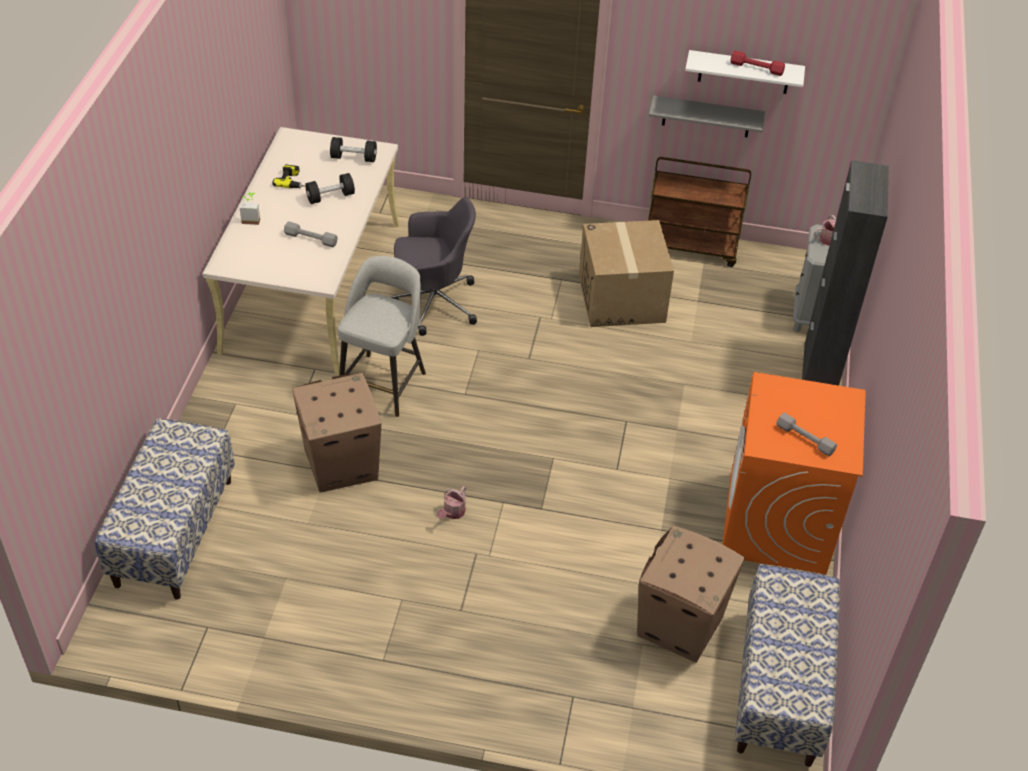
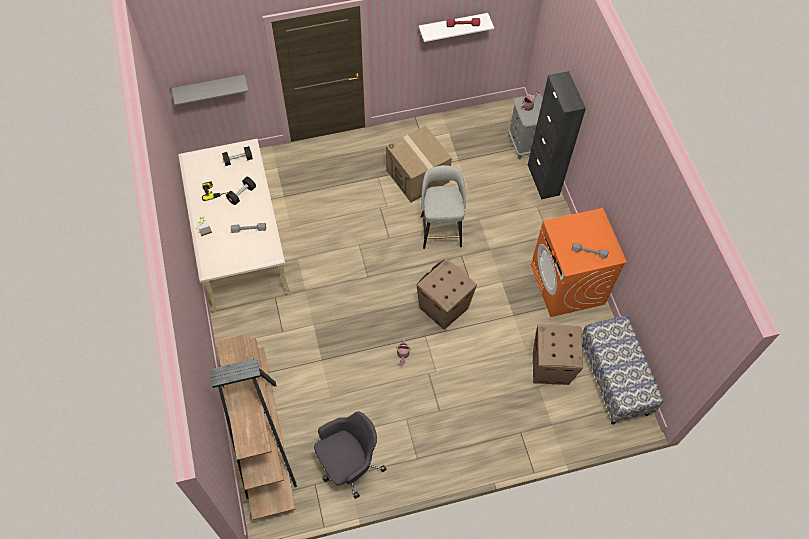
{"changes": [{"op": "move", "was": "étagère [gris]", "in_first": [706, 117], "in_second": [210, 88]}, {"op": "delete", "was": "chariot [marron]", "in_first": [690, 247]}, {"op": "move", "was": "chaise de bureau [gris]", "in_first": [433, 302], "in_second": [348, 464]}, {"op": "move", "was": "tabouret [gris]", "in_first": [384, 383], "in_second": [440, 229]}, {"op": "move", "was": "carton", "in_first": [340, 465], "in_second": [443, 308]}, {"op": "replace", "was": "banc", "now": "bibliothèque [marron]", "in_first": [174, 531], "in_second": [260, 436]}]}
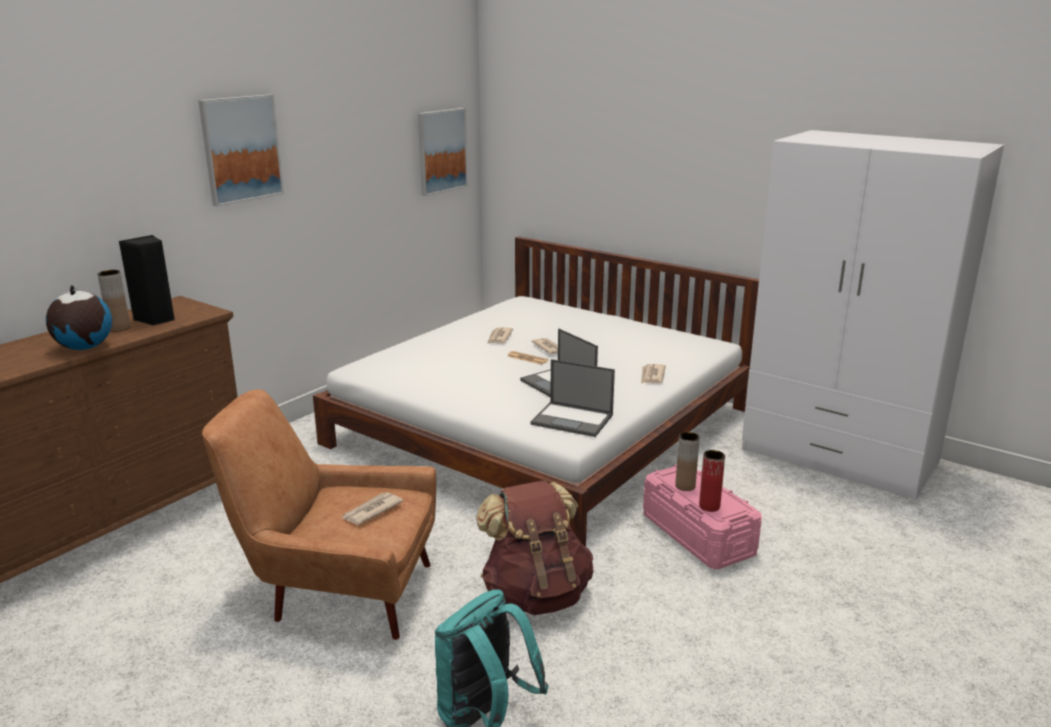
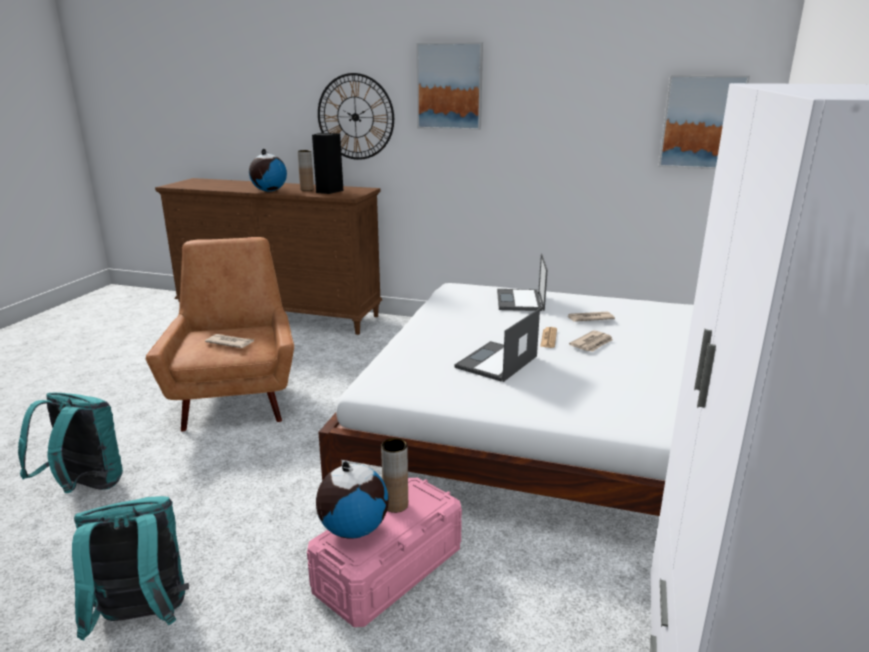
{"changes": [{"op": "move", "was": "ordinateur portable", "in_first": [573, 420], "in_second": [520, 301]}, {"op": "delete", "was": "journal", "in_first": [652, 376]}, {"op": "replace", "was": "vase [rouge]", "now": "globe", "in_first": [709, 506], "in_second": [353, 529]}, {"op": "delete", "was": "sac à dos [marron]", "in_first": [536, 594]}, {"op": "insert", "now": "horloge murale", "in_second": [355, 117]}, {"op": "insert", "now": "sac à dos [turquoise]", "in_second": [142, 619]}]}
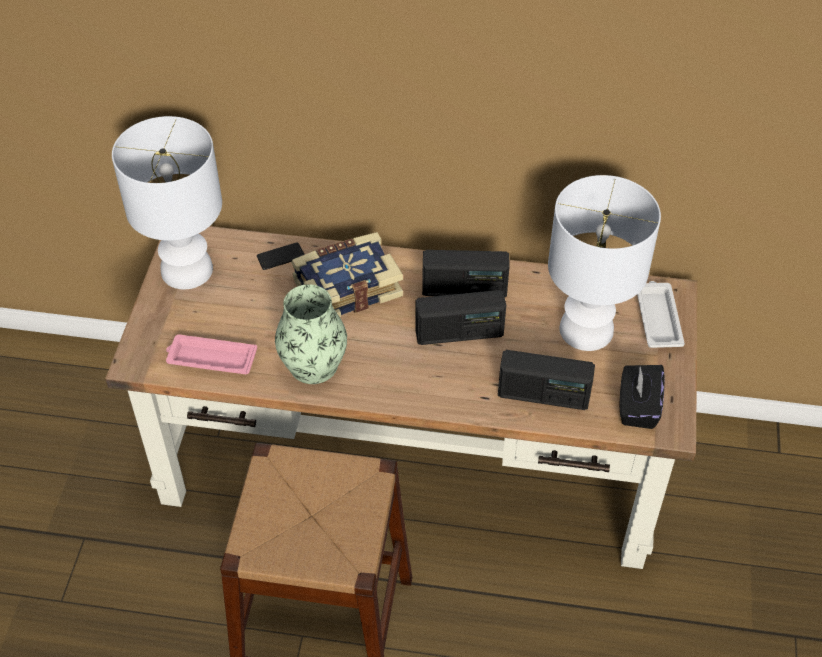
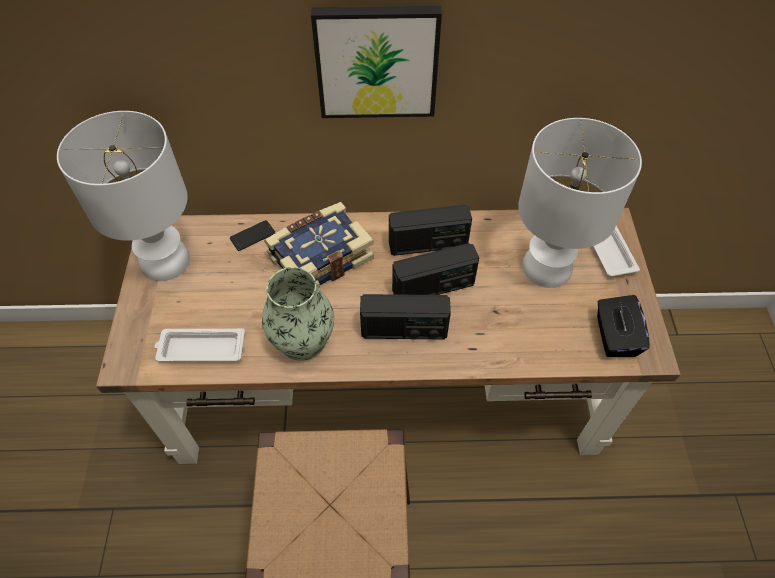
{"changes": [{"op": "recolor", "was": "plateau [rose]", "now": "plateau [blanc]", "in_first": [210, 358], "in_second": [200, 348]}, {"op": "move", "was": "radio", "in_first": [543, 395], "in_second": [404, 330]}, {"op": "insert", "now": "tableau", "in_second": [377, 61]}]}
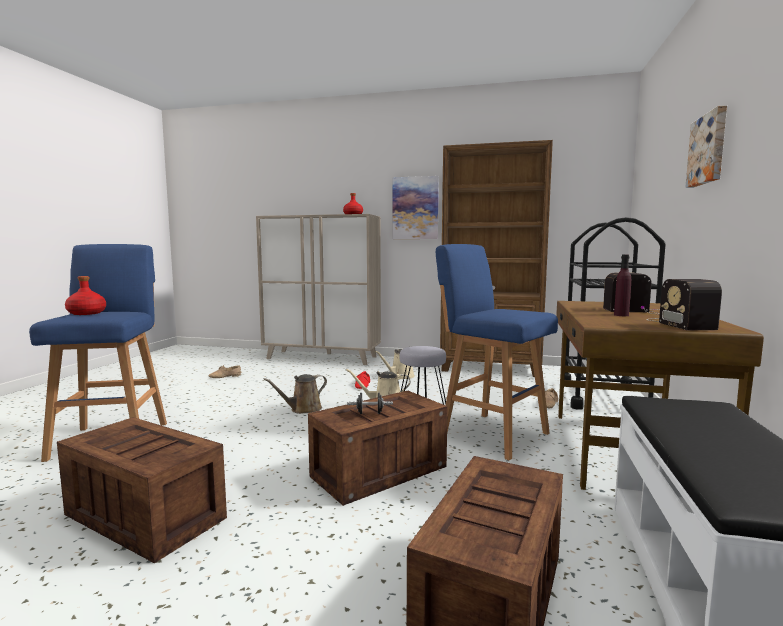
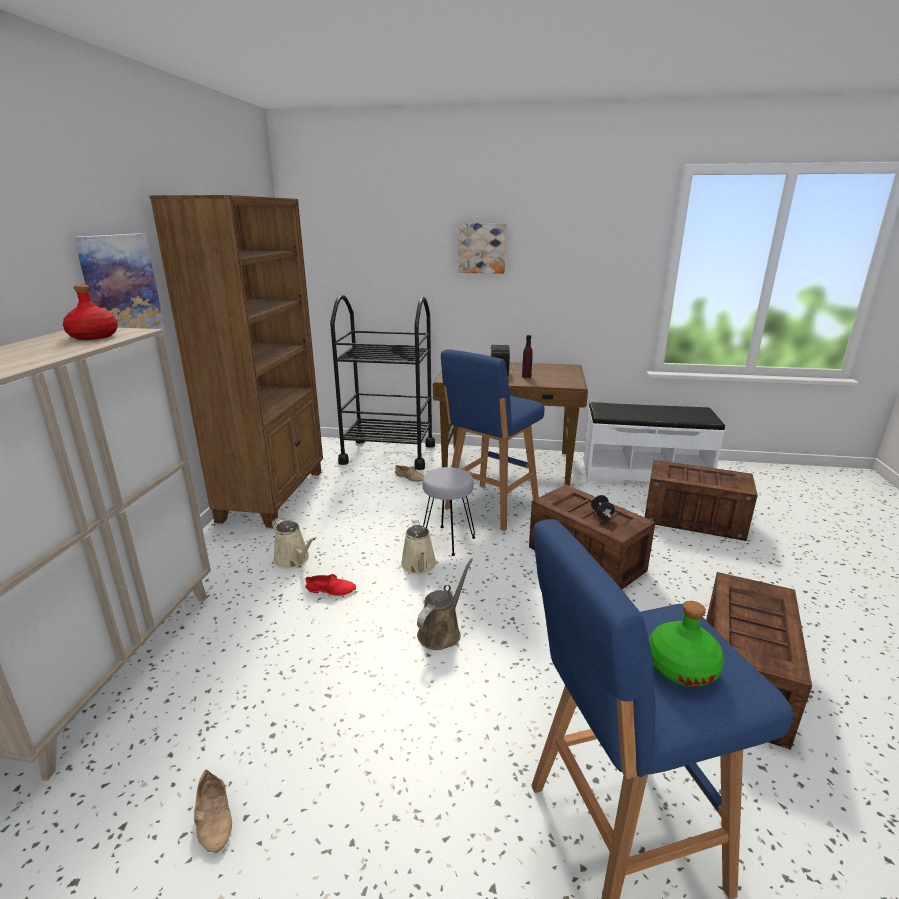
{"changes": [{"op": "recolor", "was": "bouteille [rouge]", "now": "bouteille [vert]", "in_first": [87, 313], "in_second": [681, 666]}, {"op": "delete", "was": "radio", "in_first": [680, 323]}, {"op": "rotate", "was": "arrosoir [marron]", "in_first": [303, 409], "in_second": [441, 631], "clockwise": -105}]}
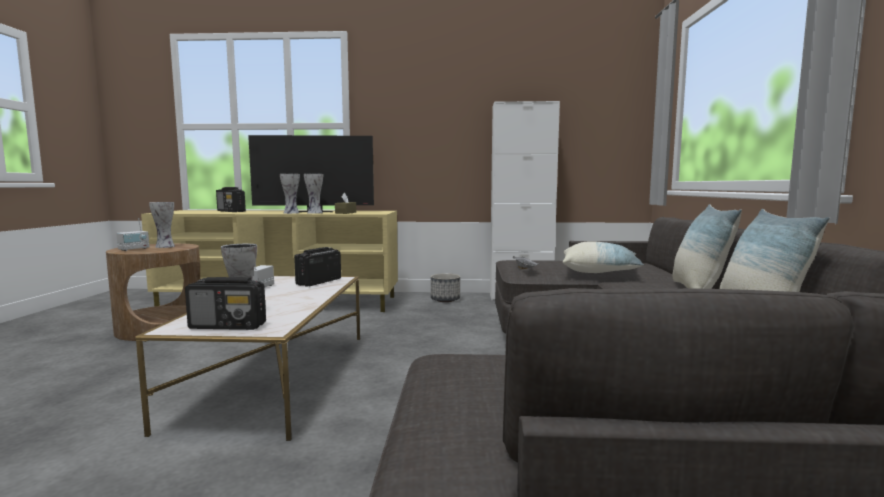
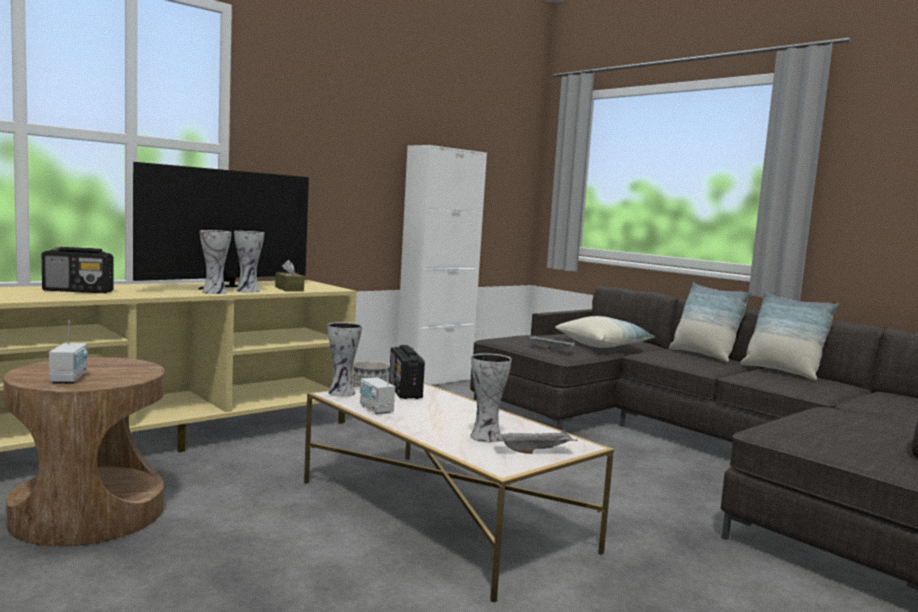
{"changes": [{"op": "move", "was": "vase", "in_first": [165, 246], "in_second": [343, 393]}, {"op": "replace", "was": "radio", "now": "plateau [gris]", "in_first": [228, 326], "in_second": [534, 451]}]}
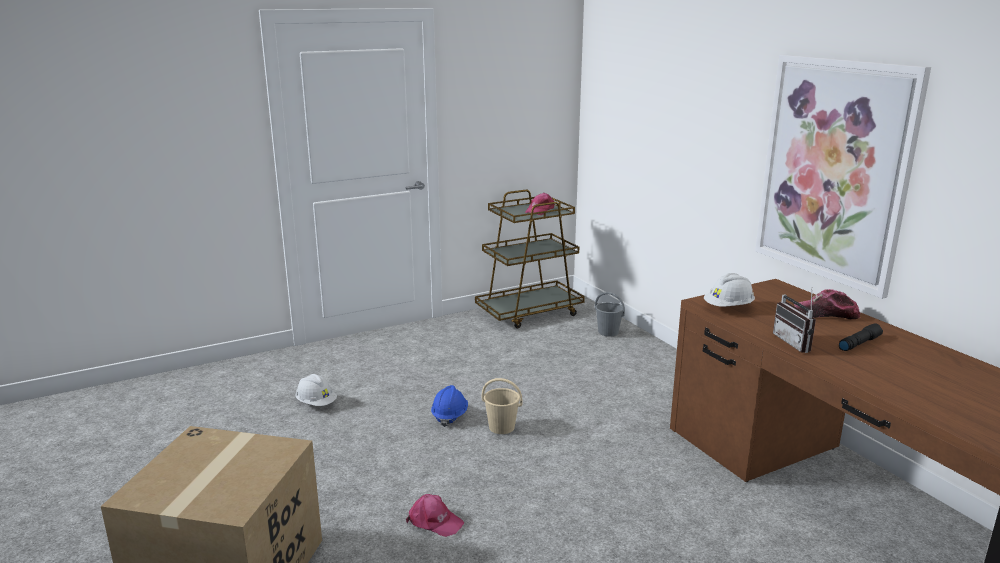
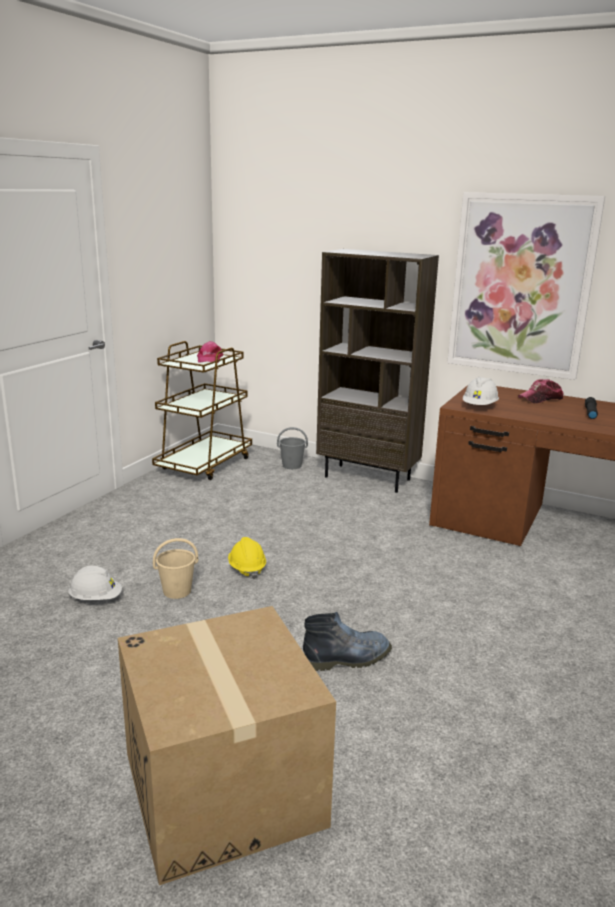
{"changes": [{"op": "delete", "was": "radio", "in_first": [796, 343]}, {"op": "move", "was": "seau [beige]", "in_first": [502, 427], "in_second": [177, 591]}, {"op": "recolor", "was": "casque de chantier [bleu]", "now": "casque de chantier [jaune]", "in_first": [449, 416], "in_second": [246, 569]}, {"op": "replace", "was": "casquette [rose]", "now": "botte", "in_first": [434, 521], "in_second": [348, 658]}, {"op": "insert", "now": "bibliothèque [marron]", "in_second": [368, 478]}]}
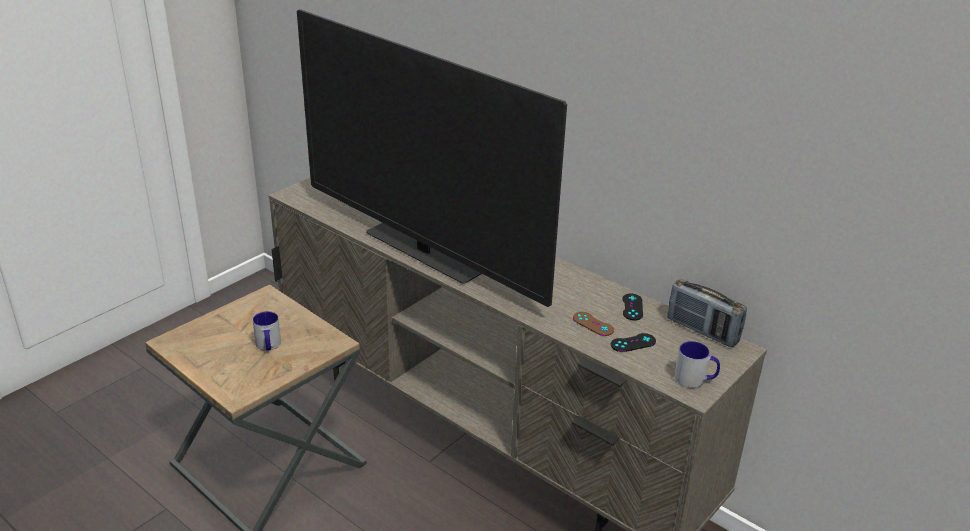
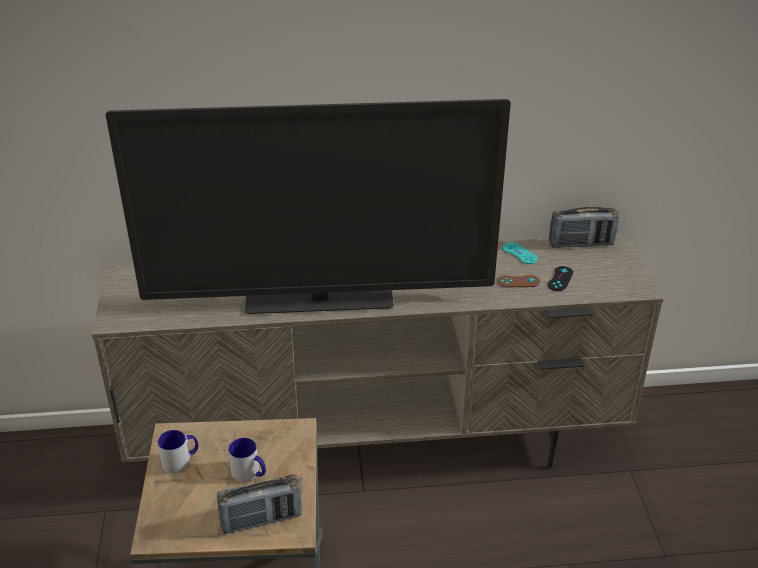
{"changes": [{"op": "recolor", "was": "manette [noir]", "now": "manette [turquoise]", "in_first": [632, 307], "in_second": [520, 253]}, {"op": "move", "was": "mug", "in_first": [695, 380], "in_second": [181, 461]}, {"op": "insert", "now": "radio", "in_second": [261, 520]}]}
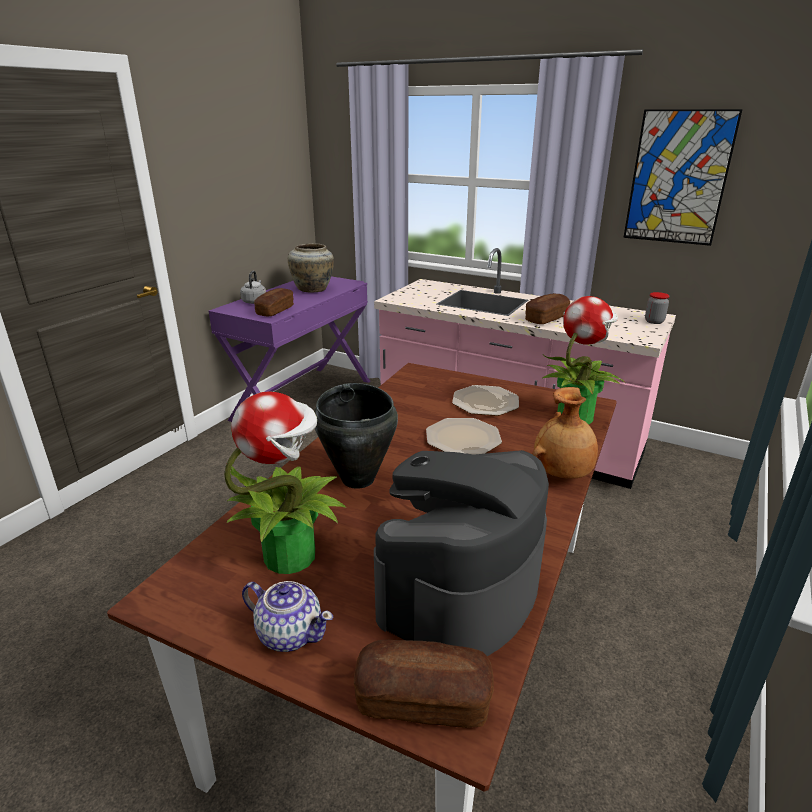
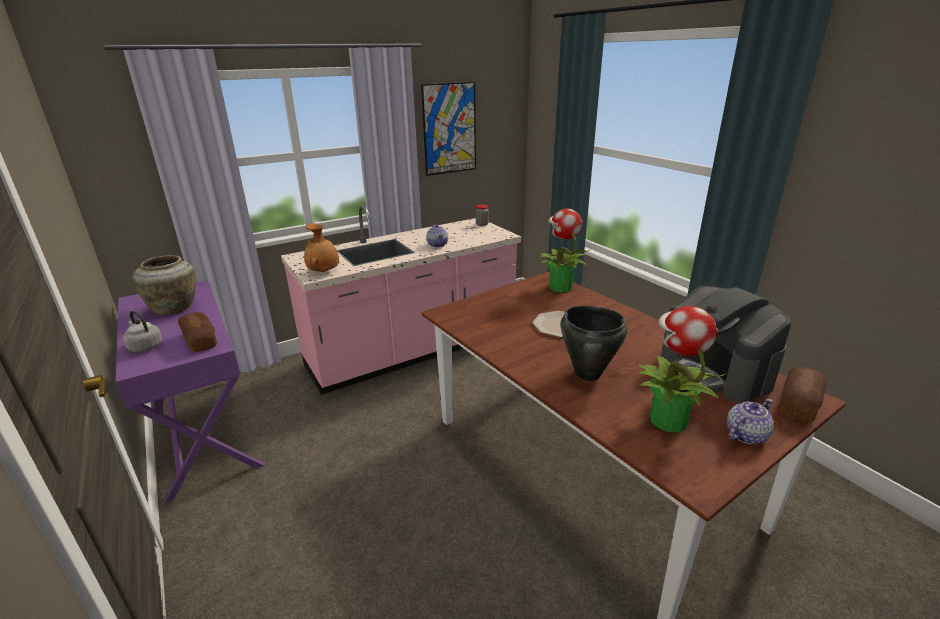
{"changes": [{"op": "replace", "was": "pain", "now": "théière", "in_first": [546, 318], "in_second": [437, 244]}, {"op": "delete", "was": "assiette", "in_first": [485, 402]}, {"op": "move", "was": "vase [marron]", "in_first": [562, 474], "in_second": [324, 271]}]}
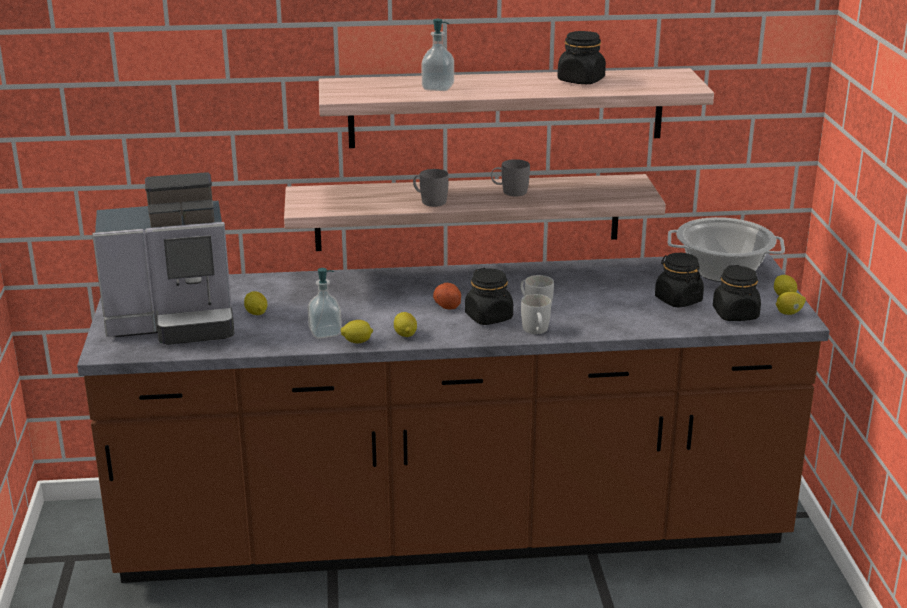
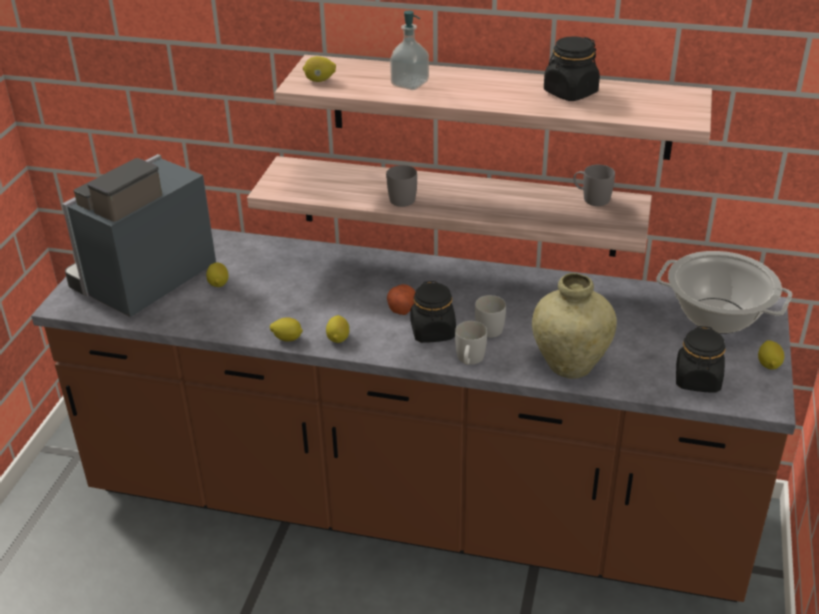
{"changes": [{"op": "move", "was": "mug [gris]", "in_first": [509, 191], "in_second": [591, 198]}, {"op": "rotate", "was": "machine à café", "in_first": [175, 322], "in_second": [142, 281], "clockwise": 120}, {"op": "delete", "was": "bocal [noir]", "in_first": [678, 300]}, {"op": "delete", "was": "distributeur de savon", "in_first": [325, 332]}, {"op": "move", "was": "citron", "in_first": [789, 313], "in_second": [319, 80]}, {"op": "insert", "now": "vase [beige]", "in_second": [570, 365]}]}
